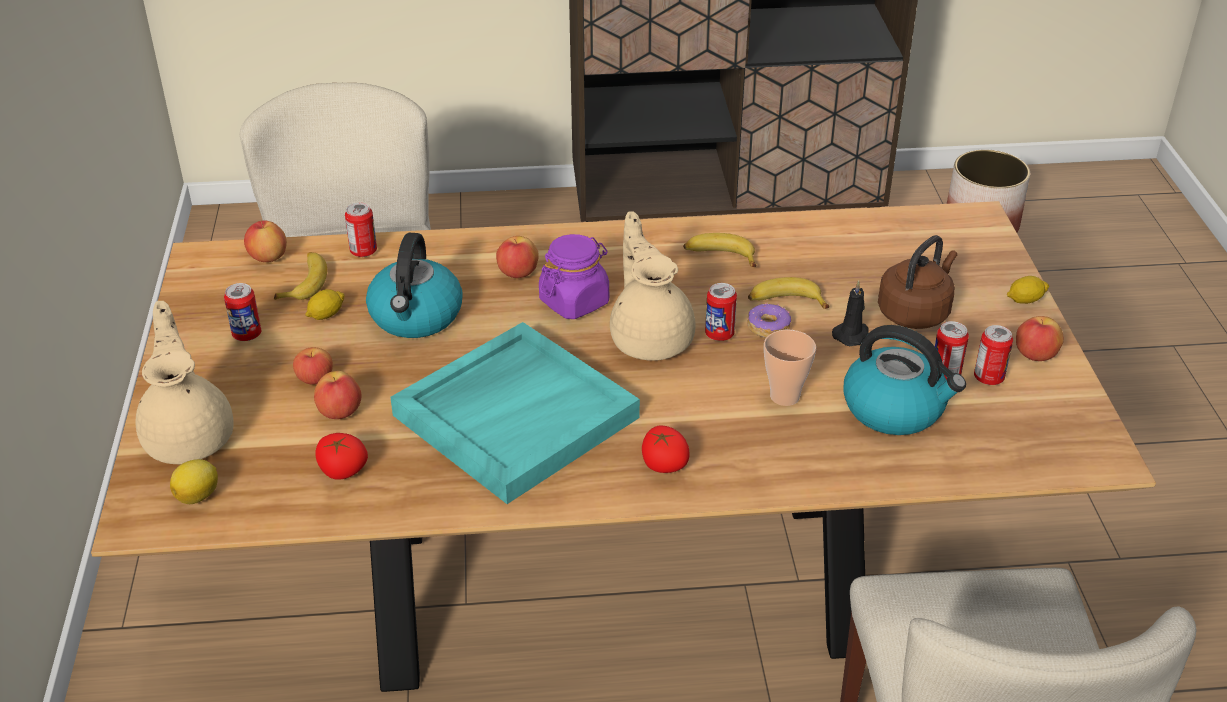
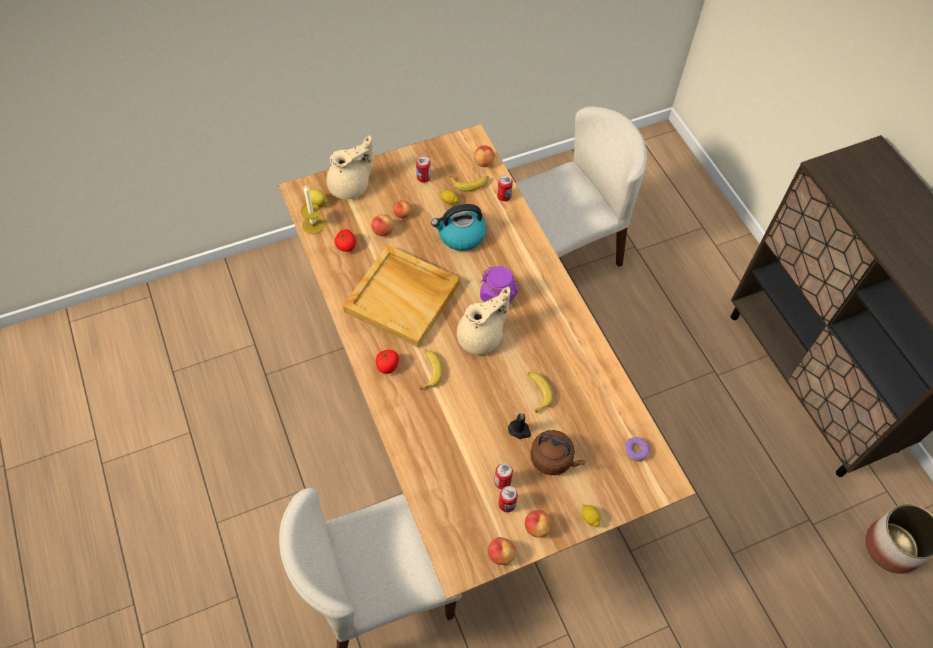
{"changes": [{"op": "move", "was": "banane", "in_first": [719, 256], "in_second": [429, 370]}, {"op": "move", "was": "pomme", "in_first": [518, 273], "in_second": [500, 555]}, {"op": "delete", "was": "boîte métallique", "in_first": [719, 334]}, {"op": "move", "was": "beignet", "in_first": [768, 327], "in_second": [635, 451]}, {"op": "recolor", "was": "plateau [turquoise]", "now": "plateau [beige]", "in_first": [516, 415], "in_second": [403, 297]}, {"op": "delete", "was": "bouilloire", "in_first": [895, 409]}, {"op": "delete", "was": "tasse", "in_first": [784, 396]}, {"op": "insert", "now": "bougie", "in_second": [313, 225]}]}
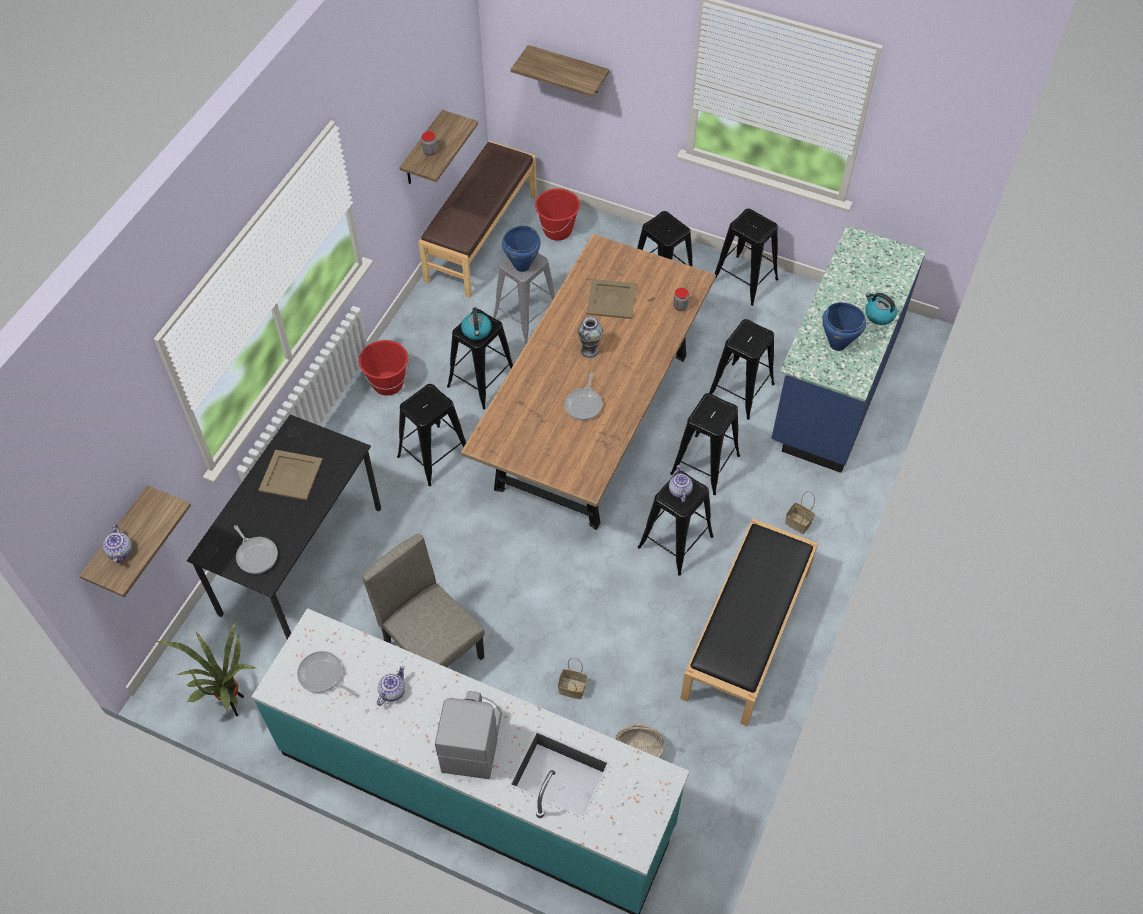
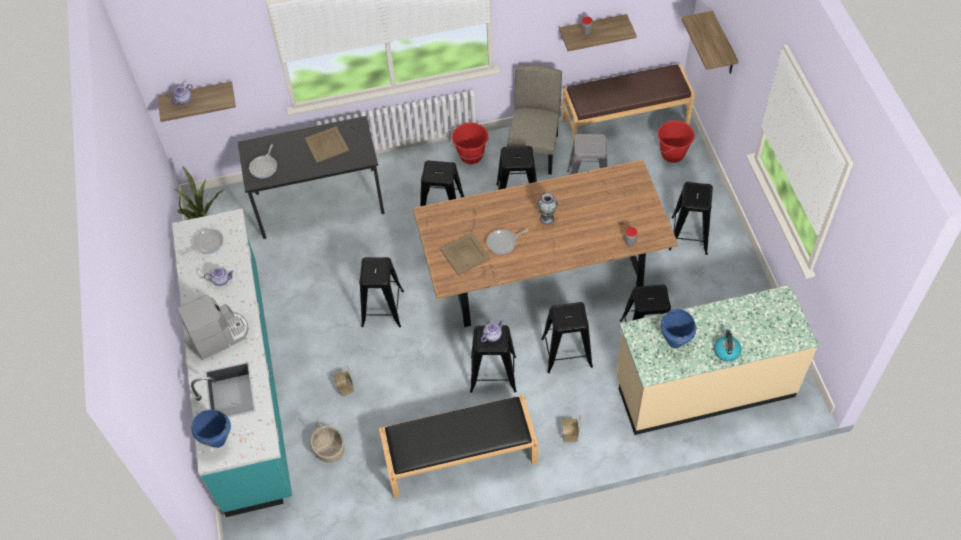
{"changes": [{"op": "move", "was": "tabouret [noir]", "in_first": [744, 280], "in_second": [382, 308]}, {"op": "move", "was": "marmite [bleu]", "in_first": [521, 266], "in_second": [218, 440]}, {"op": "recolor", "was": "comptoir de cuisine [bleu]", "now": "comptoir de cuisine [beige]", "in_first": [834, 386], "in_second": [703, 386]}, {"op": "move", "was": "plateau [beige]", "in_first": [611, 299], "in_second": [464, 254]}, {"op": "delete", "was": "bouilloire", "in_first": [476, 331]}, {"op": "move", "was": "chaise [beige]", "in_first": [434, 650], "in_second": [534, 152]}, {"op": "rotate", "was": "poêle", "in_first": [322, 676], "in_second": [207, 244], "clockwise": 60}]}
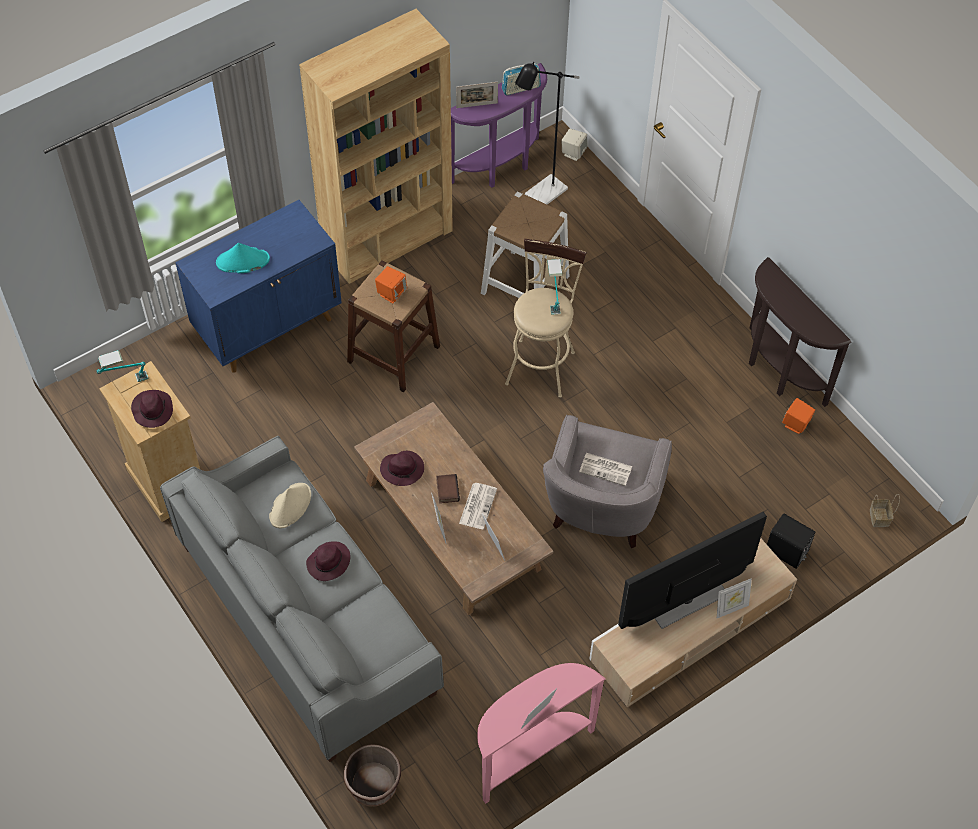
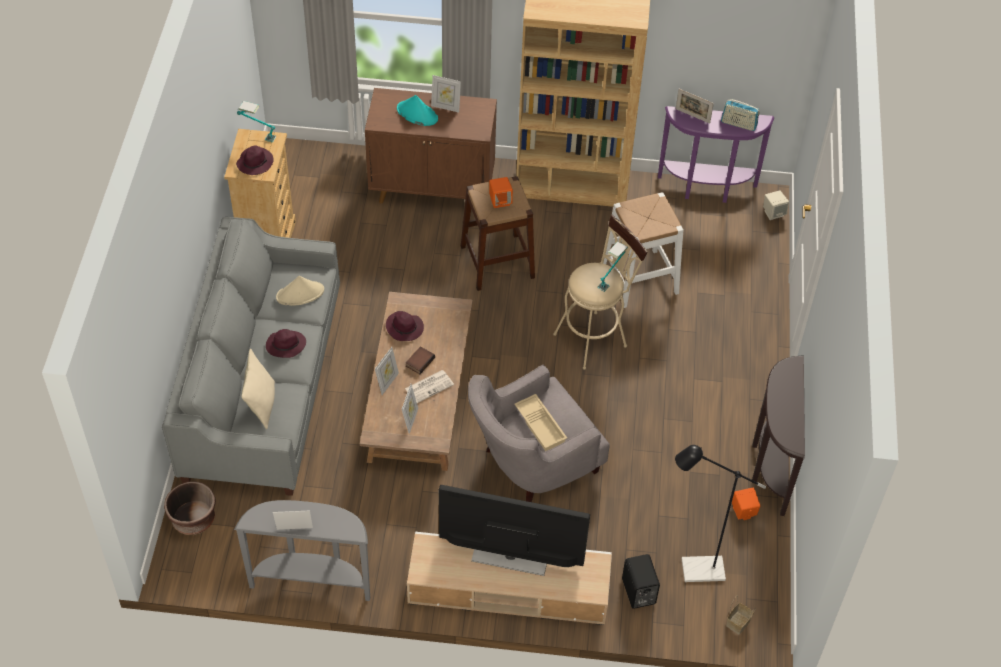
{"changes": [{"op": "move", "was": "lampadaire [noir]", "in_first": [541, 196], "in_second": [694, 570]}, {"op": "recolor", "was": "meuble de rangement [bleu]", "now": "meuble de rangement [marron]", "in_first": [269, 326], "in_second": [433, 189]}, {"op": "replace", "was": "journal", "now": "plateau [beige]", "in_first": [606, 469], "in_second": [541, 425]}, {"op": "move", "was": "cadre photo", "in_first": [731, 608], "in_second": [446, 107]}, {"op": "recolor", "was": "table console [rose]", "now": "table console [gris]", "in_first": [530, 753], "in_second": [312, 580]}, {"op": "insert", "now": "coussin [beige]", "in_second": [261, 405]}]}
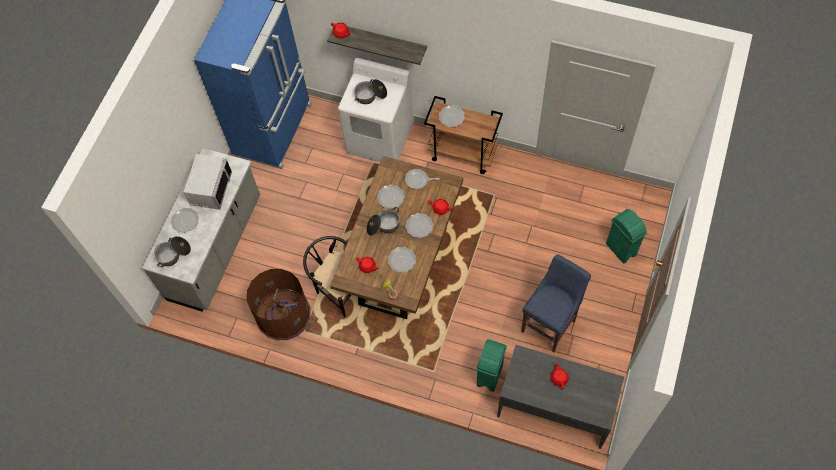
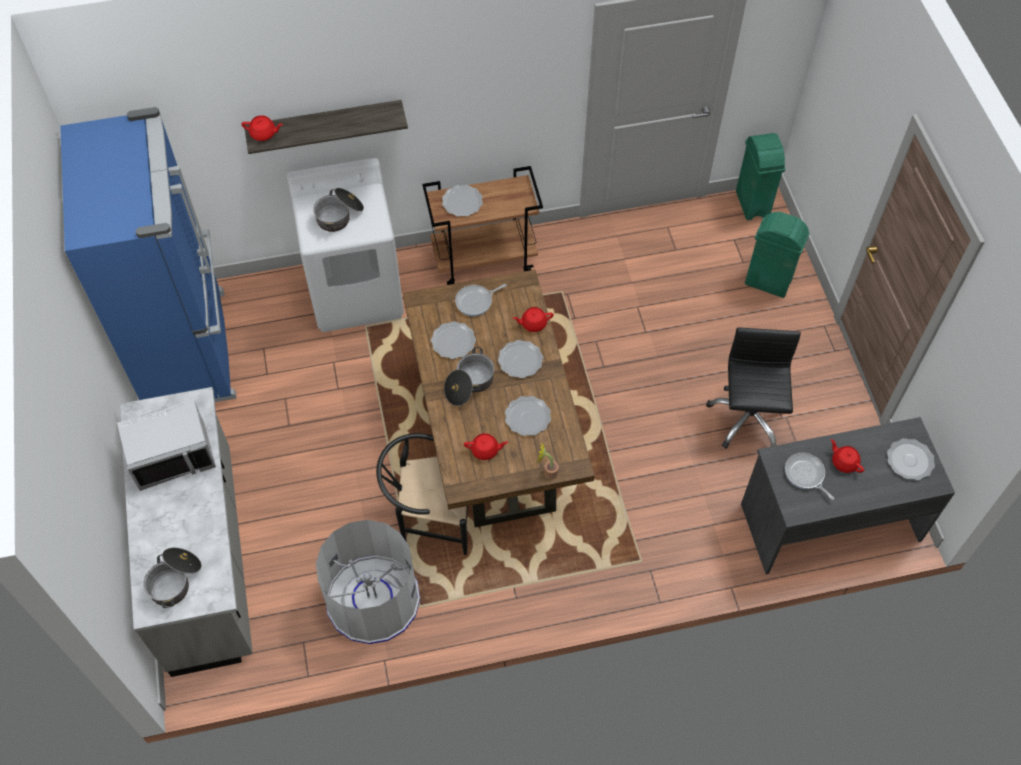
{"changes": [{"op": "rotate", "was": "micro-ondes [gris]", "in_first": [210, 188], "in_second": [172, 455], "clockwise": 90}, {"op": "move", "was": "assiette", "in_first": [185, 220], "in_second": [909, 460]}, {"op": "replace", "was": "tabouret [bleu]", "now": "chaise de bureau [noir]", "in_first": [550, 324], "in_second": [748, 418]}, {"op": "recolor", "was": "poubelle [marron]", "now": "poubelle [gris]", "in_first": [283, 315], "in_second": [373, 600]}, {"op": "move", "was": "poubelle [vert]", "in_first": [489, 376], "in_second": [752, 204]}, {"op": "insert", "now": "poêle", "in_second": [805, 475]}]}
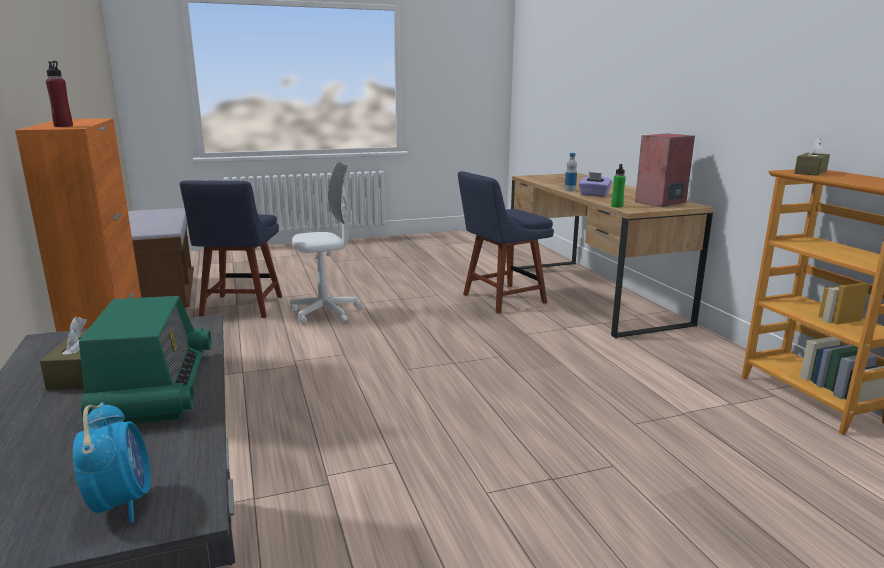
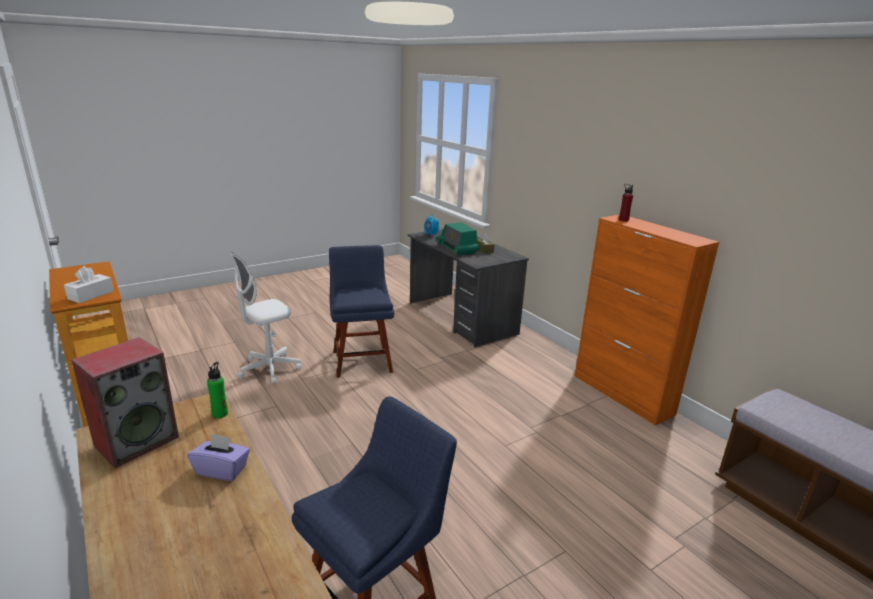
{"changes": [{"op": "recolor", "was": "boîte à mouchoirs [marron]", "now": "boîte à mouchoirs [blanc]", "in_first": [810, 172], "in_second": [91, 295]}, {"op": "delete", "was": "bouteille", "in_first": [570, 190]}, {"op": "move", "was": "chaise de bureau [blanc]", "in_first": [325, 313], "in_second": [269, 369]}, {"op": "move", "was": "chaise [bleu]", "in_first": [240, 308], "in_second": [361, 359]}]}
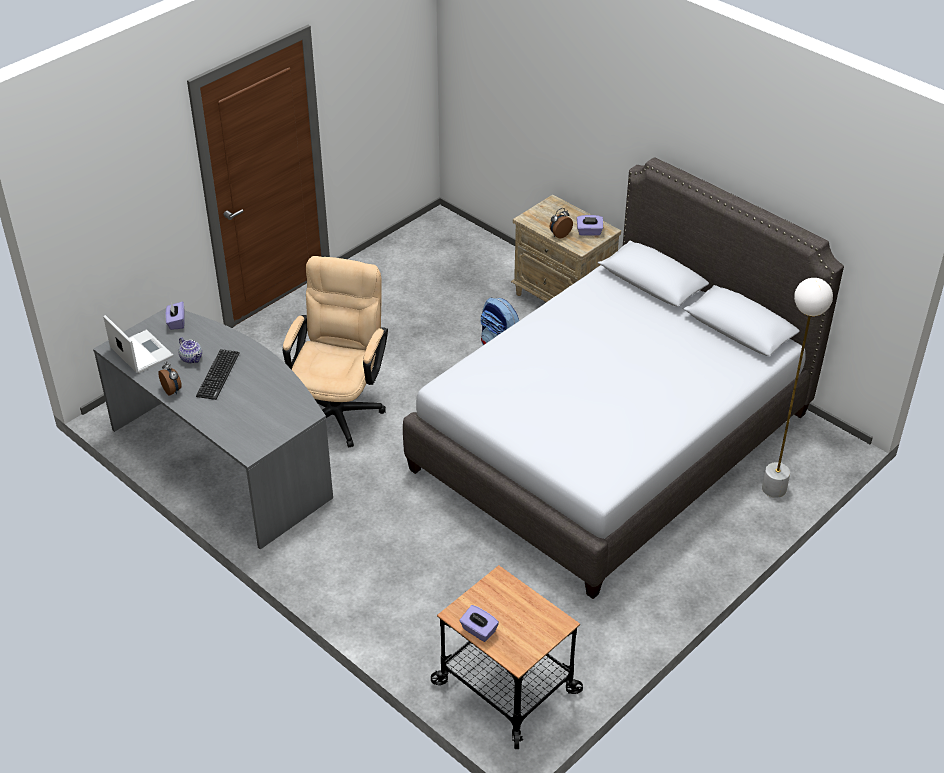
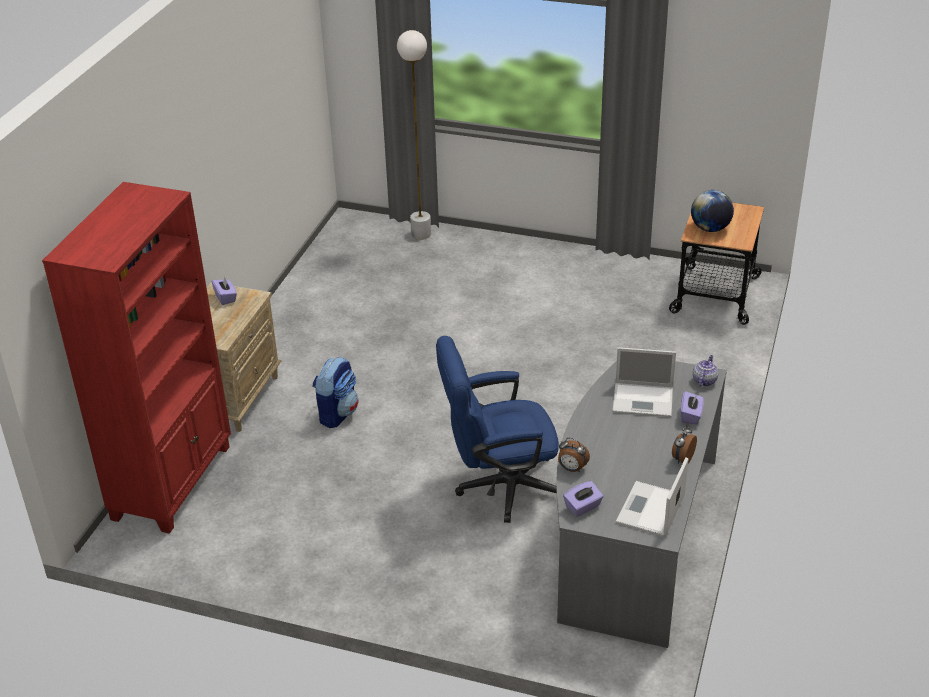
{"changes": [{"op": "delete", "was": "lit [gris]", "in_first": [611, 441]}, {"op": "move", "was": "réveil", "in_first": [559, 234], "in_second": [572, 469]}, {"op": "recolor", "was": "chaise de bureau [beige]", "now": "chaise de bureau [bleu]", "in_first": [340, 407], "in_second": [500, 487]}, {"op": "move", "was": "théière", "in_first": [192, 358], "in_second": [704, 380]}, {"op": "delete", "was": "clavier", "in_first": [218, 374]}, {"op": "move", "was": "boîte à mouchoirs [violet]", "in_first": [478, 631], "in_second": [691, 416]}, {"op": "insert", "now": "bibliothèque [rouge]", "in_second": [173, 482]}, {"op": "insert", "now": "globe", "in_second": [710, 228]}, {"op": "insert", "now": "ordinateur portable", "in_second": [644, 400]}]}
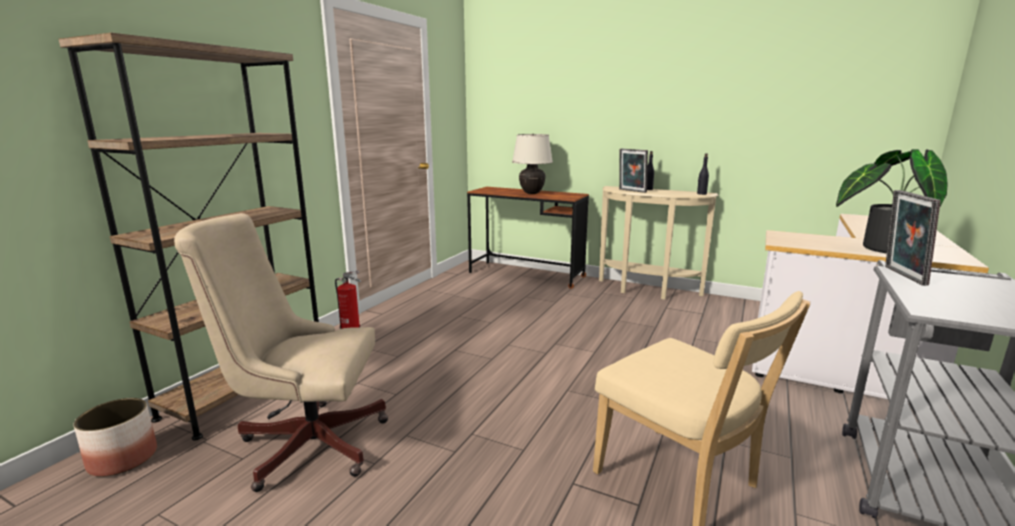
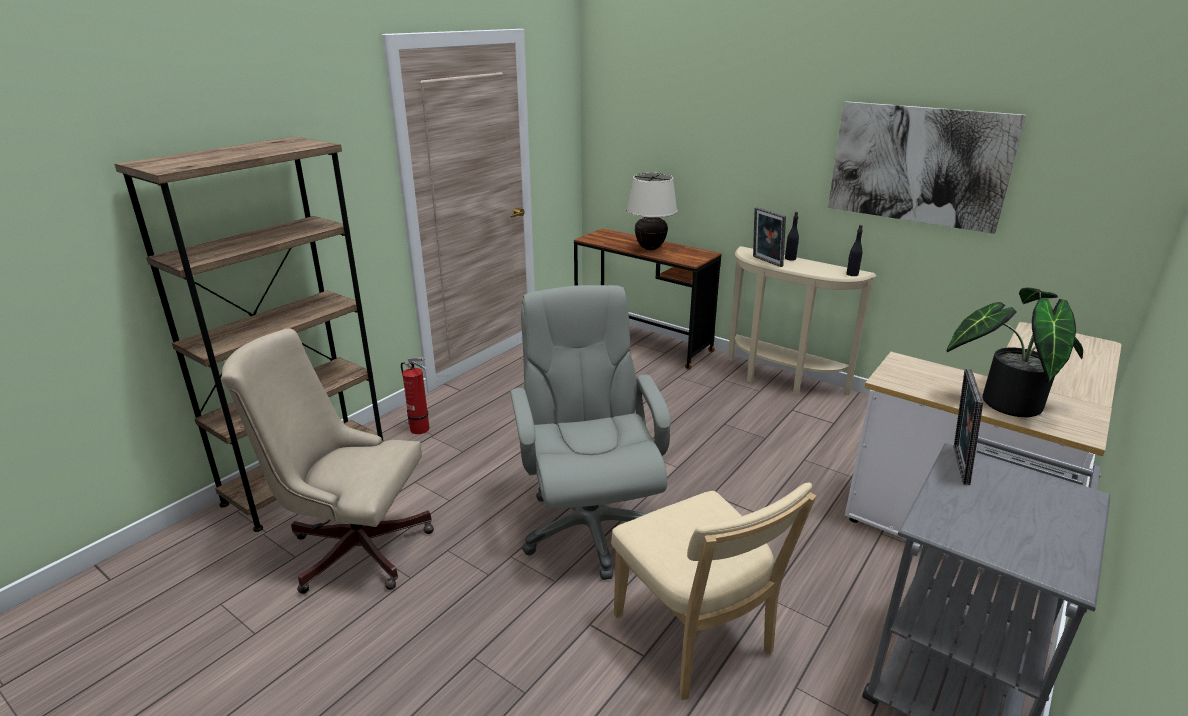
{"changes": [{"op": "delete", "was": "cache-pot", "in_first": [122, 459]}, {"op": "insert", "now": "tableau", "in_second": [918, 165]}, {"op": "insert", "now": "chaise de bureau [gris]", "in_second": [589, 526]}]}
